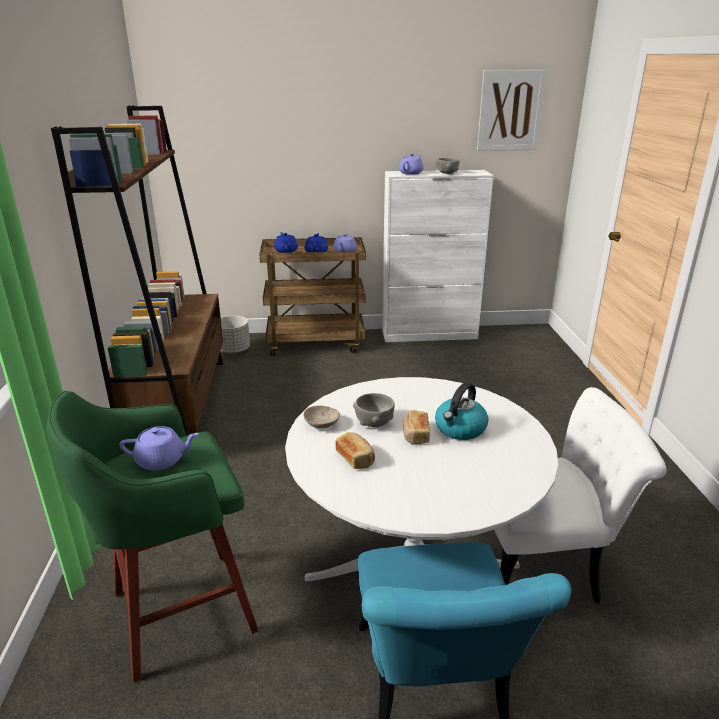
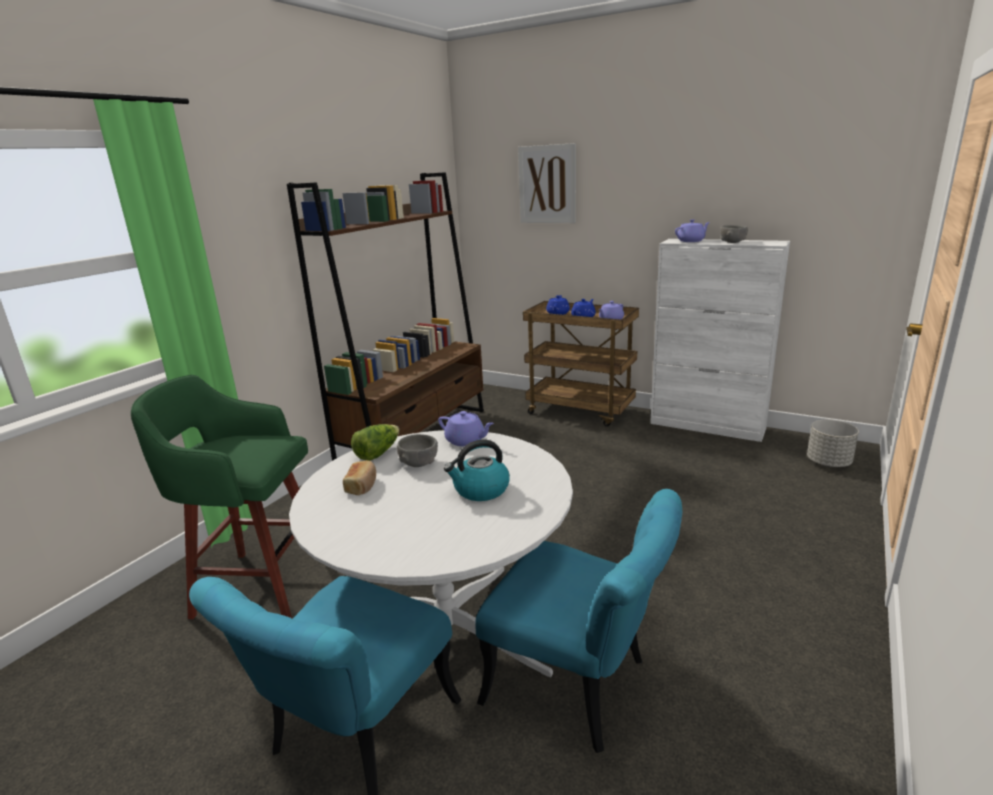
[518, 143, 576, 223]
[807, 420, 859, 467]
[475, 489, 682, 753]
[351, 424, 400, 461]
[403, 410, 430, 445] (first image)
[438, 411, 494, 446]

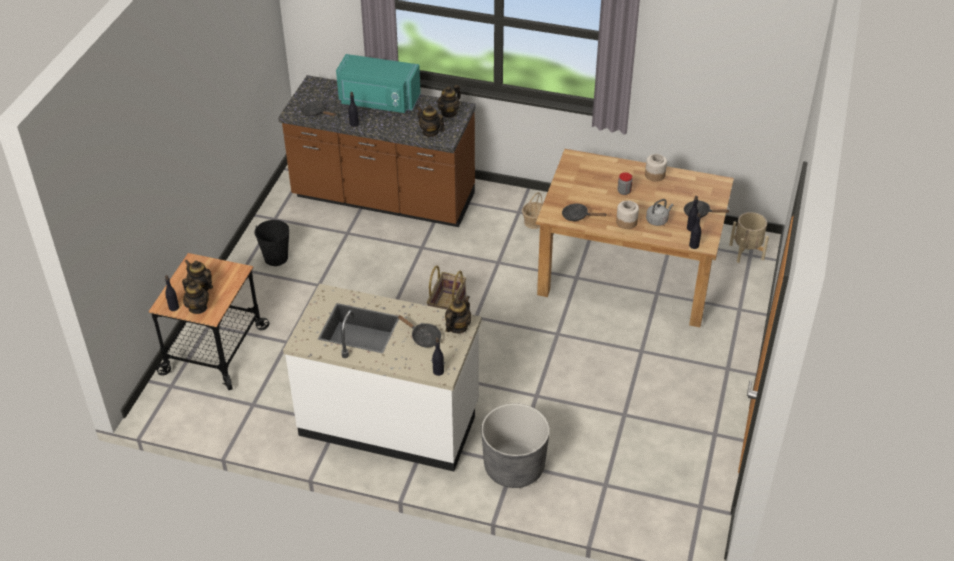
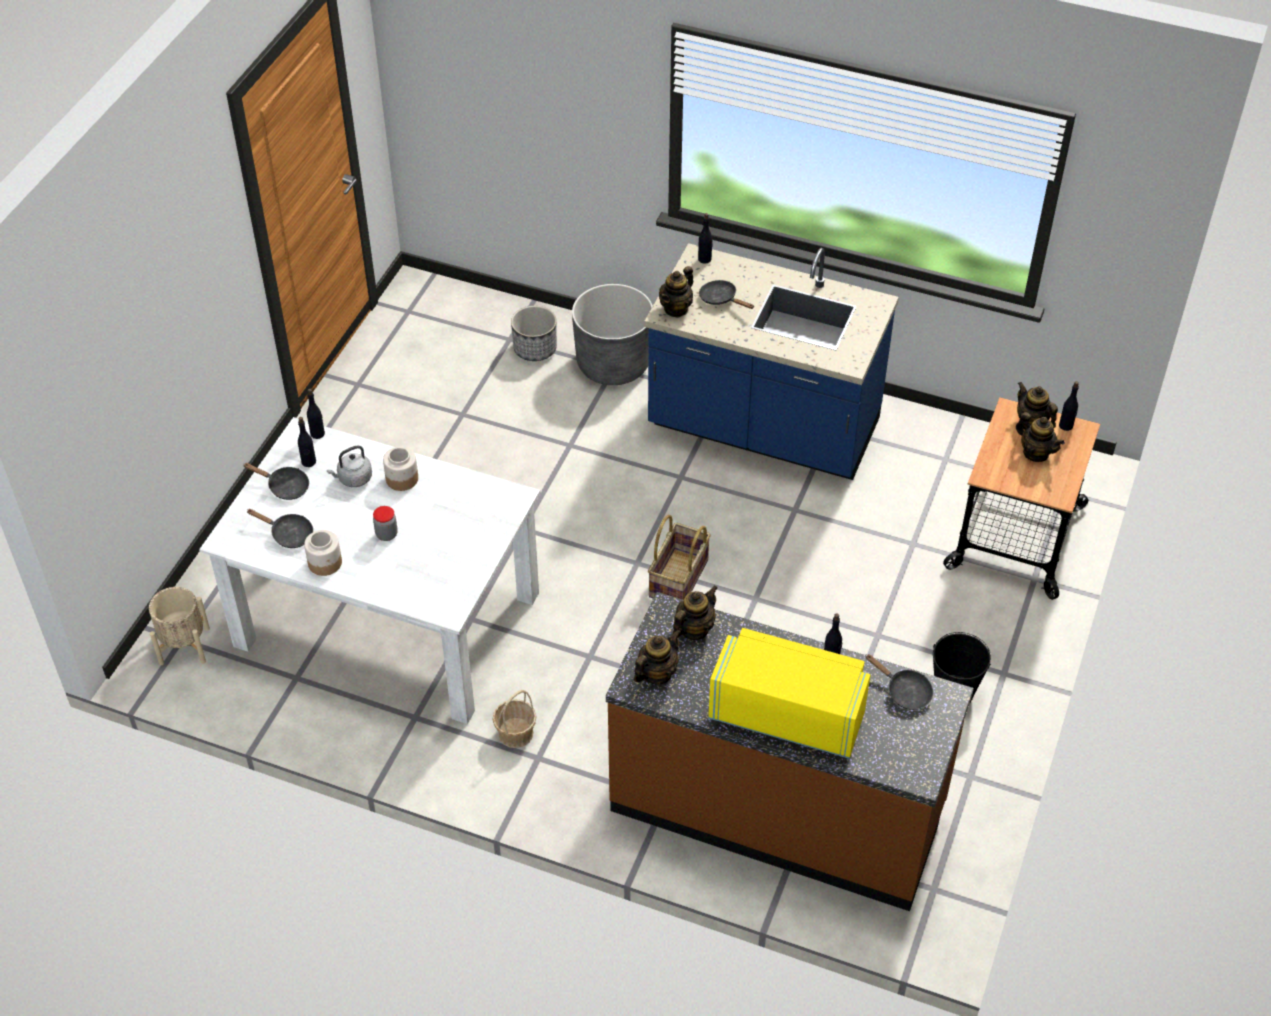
[708, 628, 871, 759]
[672, 586, 718, 640]
[199, 417, 541, 724]
[247, 509, 313, 548]
[644, 243, 899, 480]
[511, 306, 557, 361]

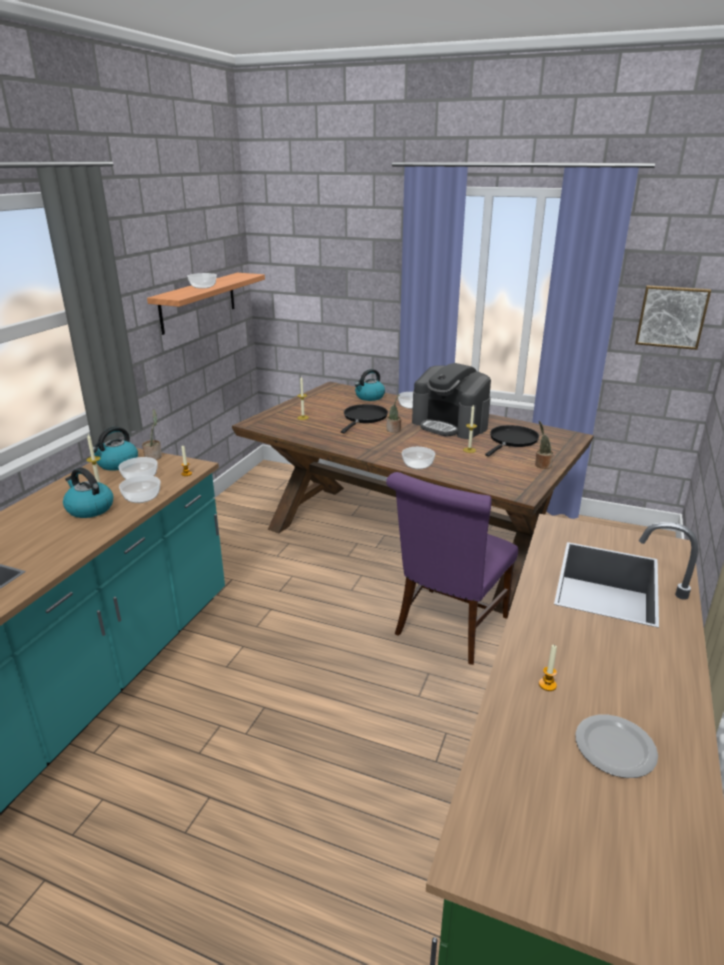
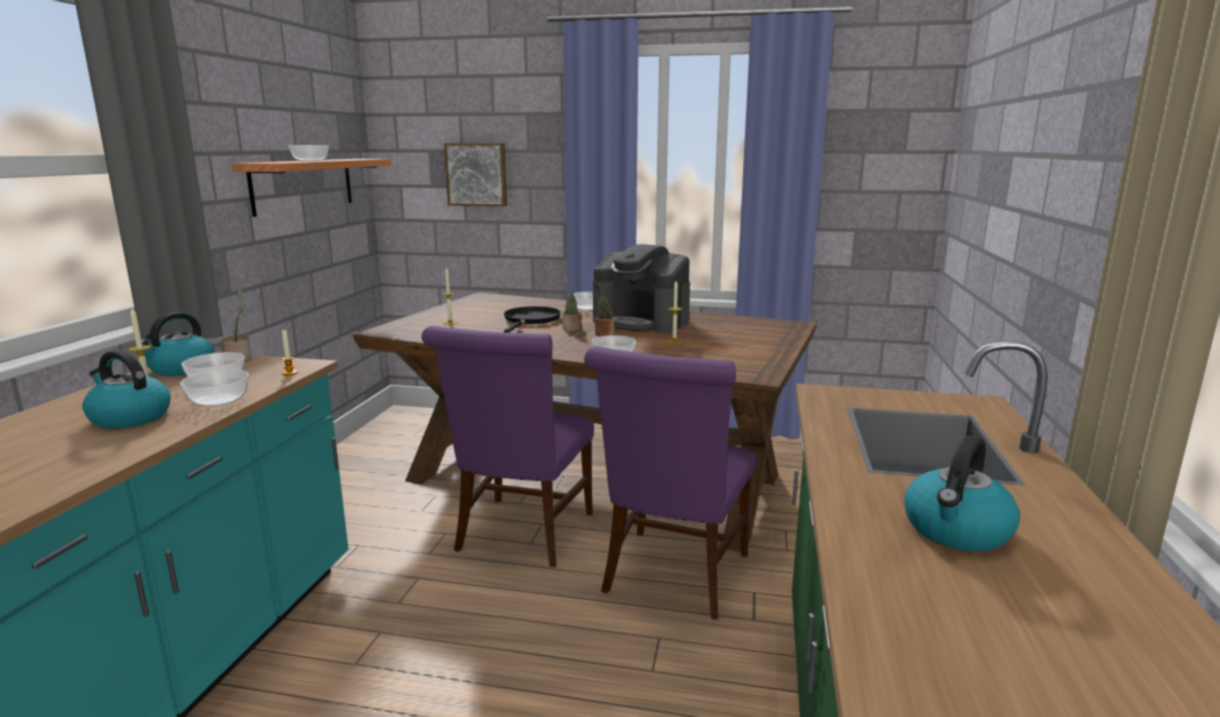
[444, 143, 507, 206]
[904, 435, 1020, 551]
[593, 280, 614, 337]
[485, 425, 539, 457] (first image)
[539, 644, 557, 691] (first image)
[575, 714, 658, 778] (first image)
[421, 326, 594, 567]

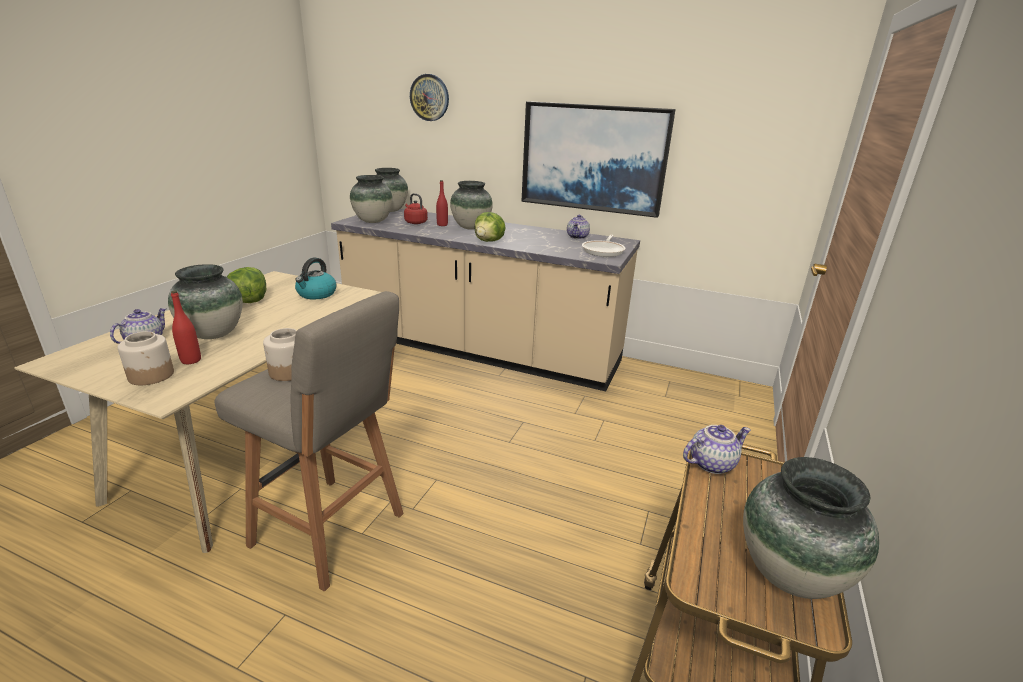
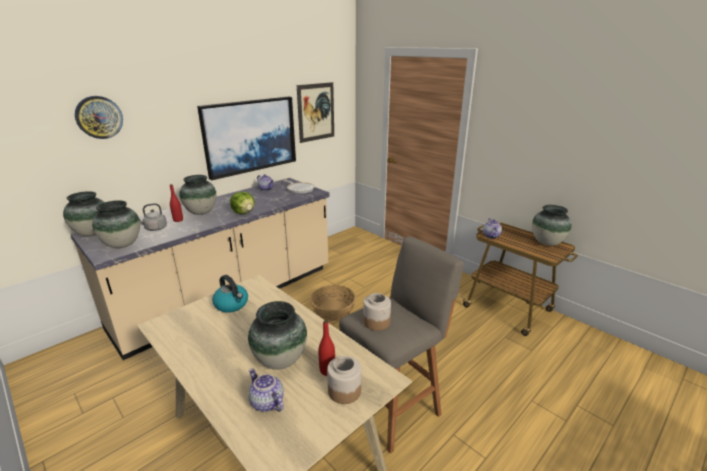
[139, 203, 167, 231]
[227, 267, 266, 303] (first image)
[297, 82, 334, 143]
[310, 285, 356, 321]

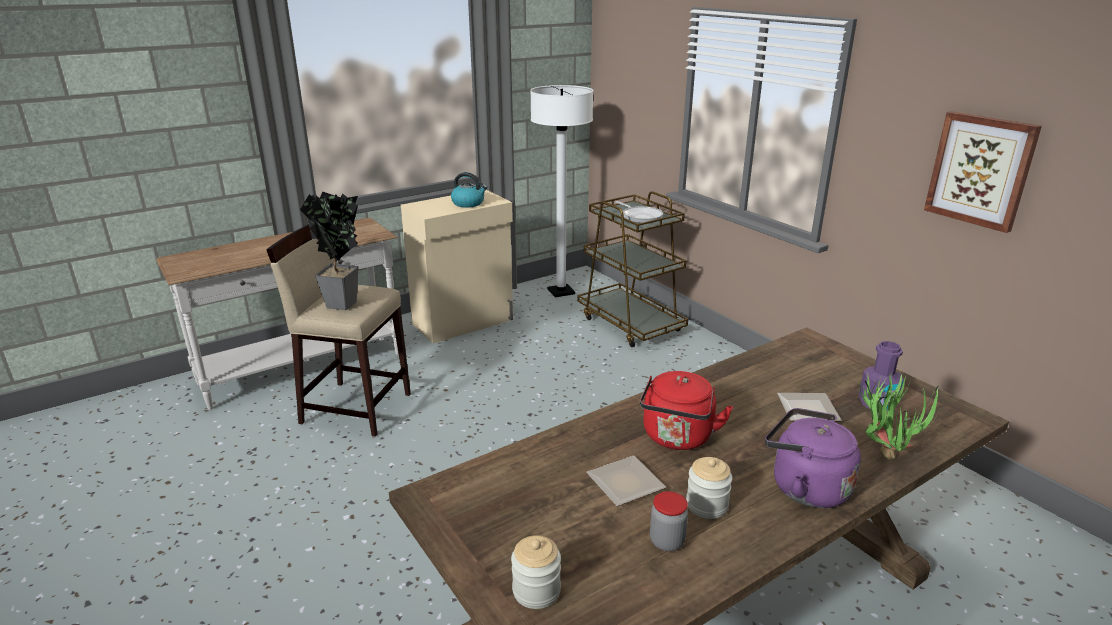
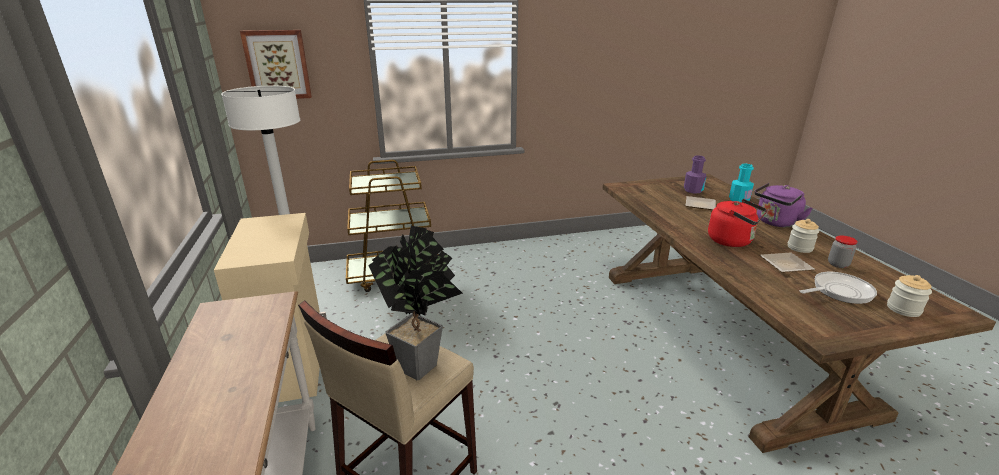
[240, 30, 312, 99]
[451, 172, 487, 208] (first image)
[800, 272, 877, 304]
[729, 164, 754, 202]

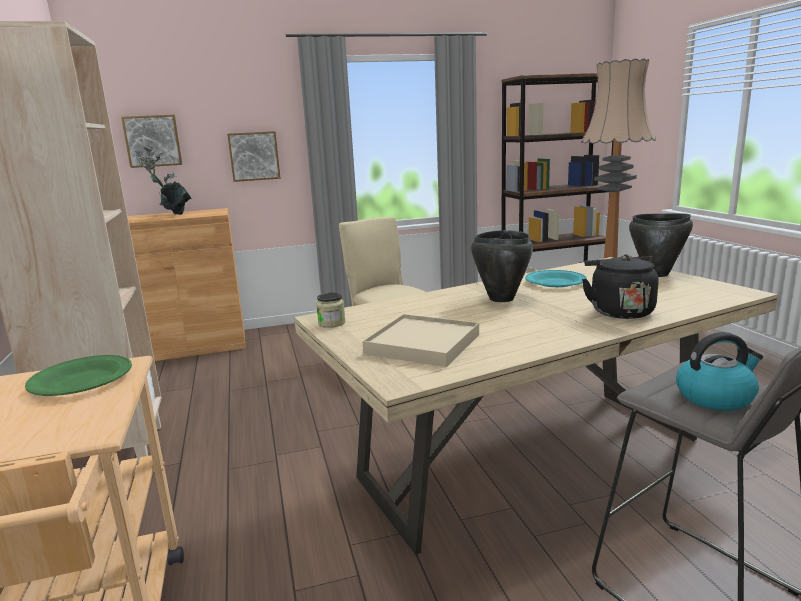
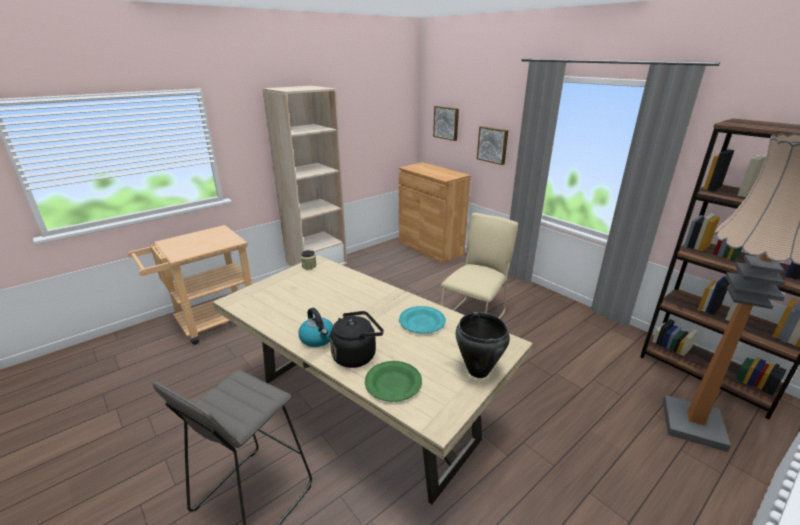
[135, 143, 191, 215] (first image)
[471, 230, 533, 302] (first image)
[362, 314, 479, 367] (first image)
[298, 308, 333, 347]
[365, 361, 422, 402]

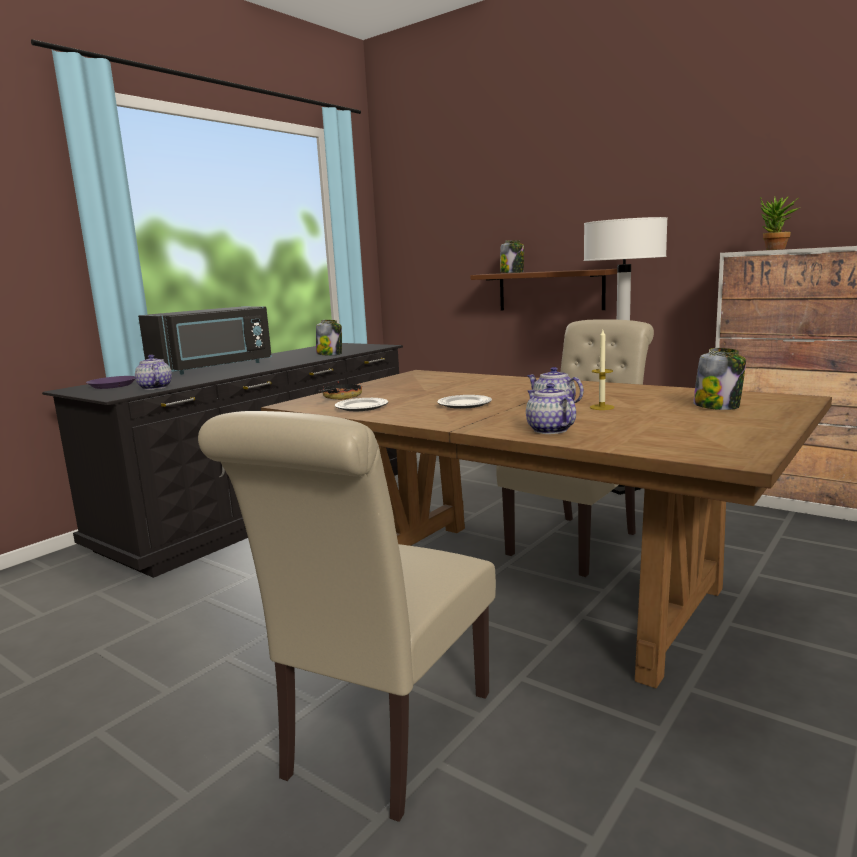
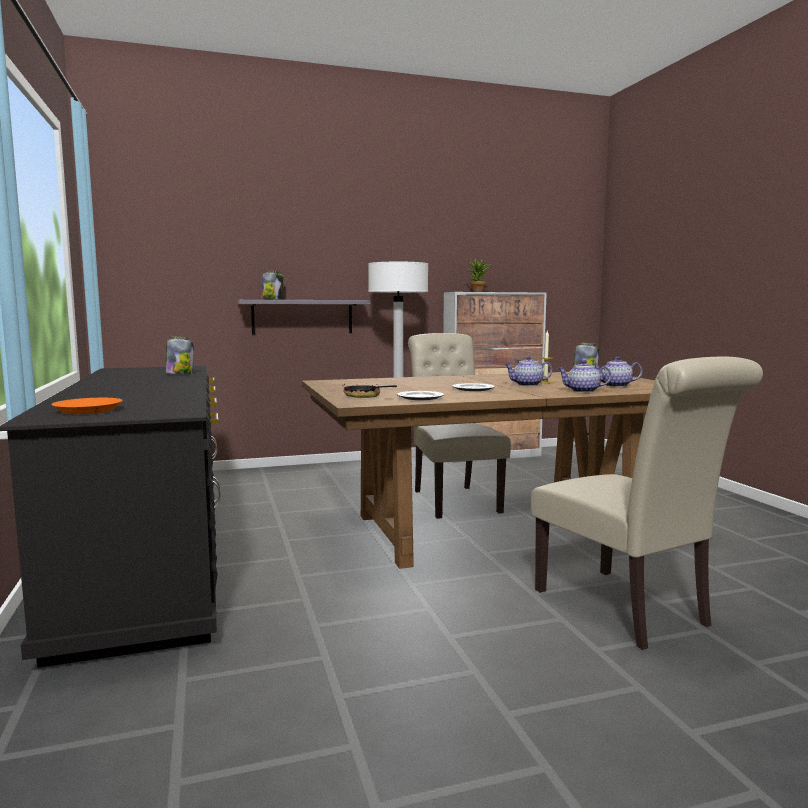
[238, 300, 370, 334]
[138, 306, 272, 375] (first image)
[592, 357, 642, 387]
[51, 398, 123, 414]

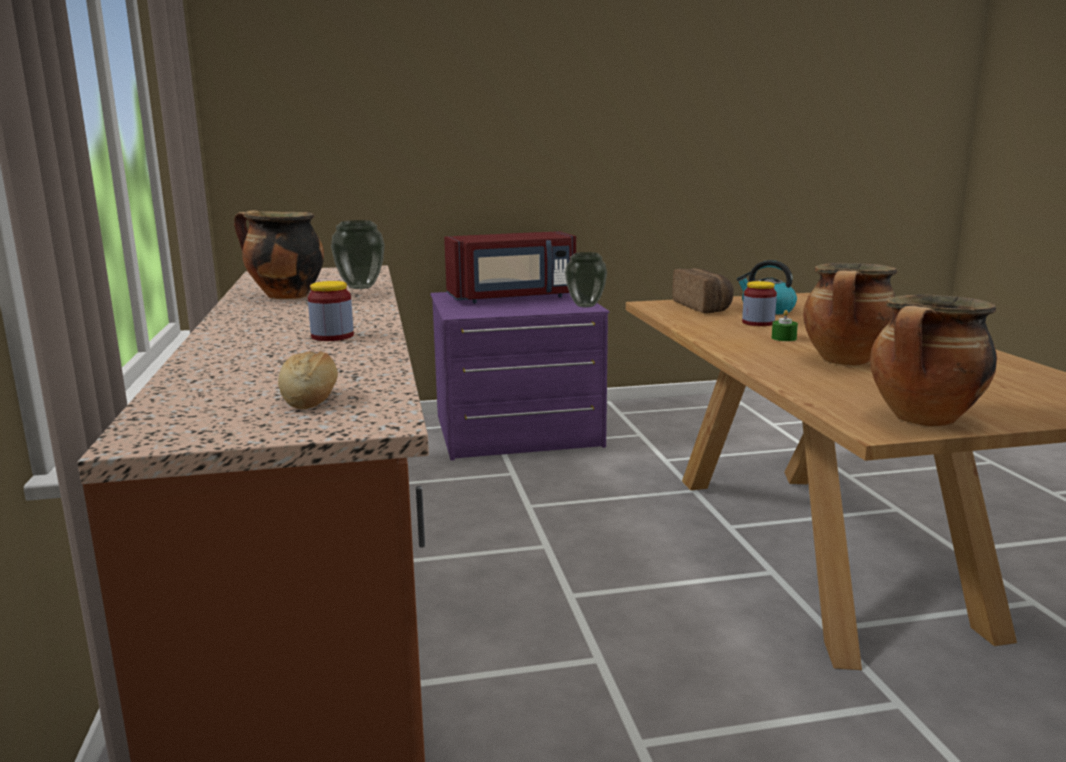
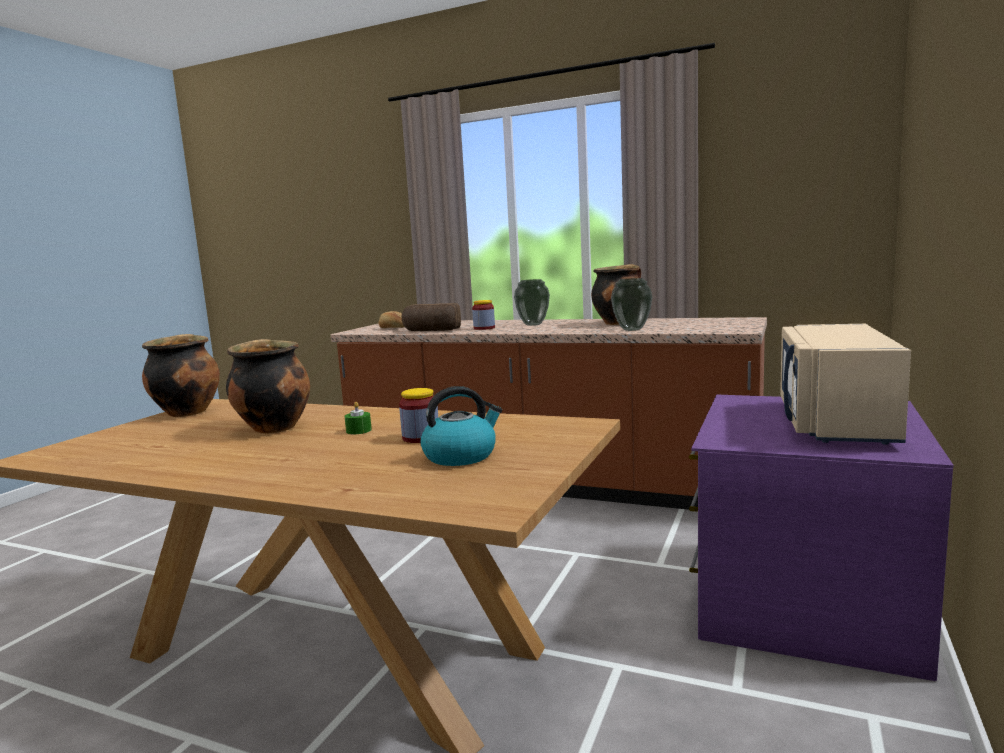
[780, 324, 911, 445]
[514, 279, 550, 326]
[402, 303, 461, 331]

